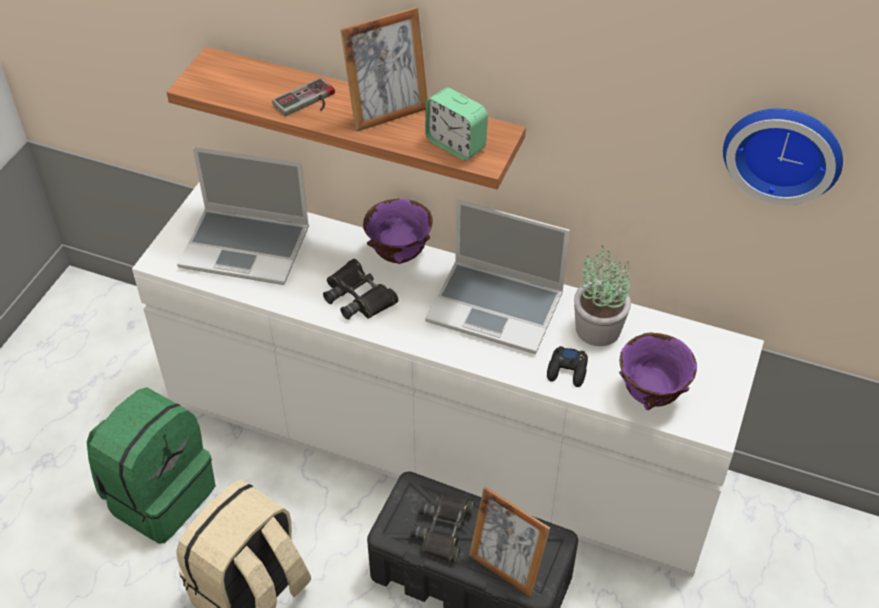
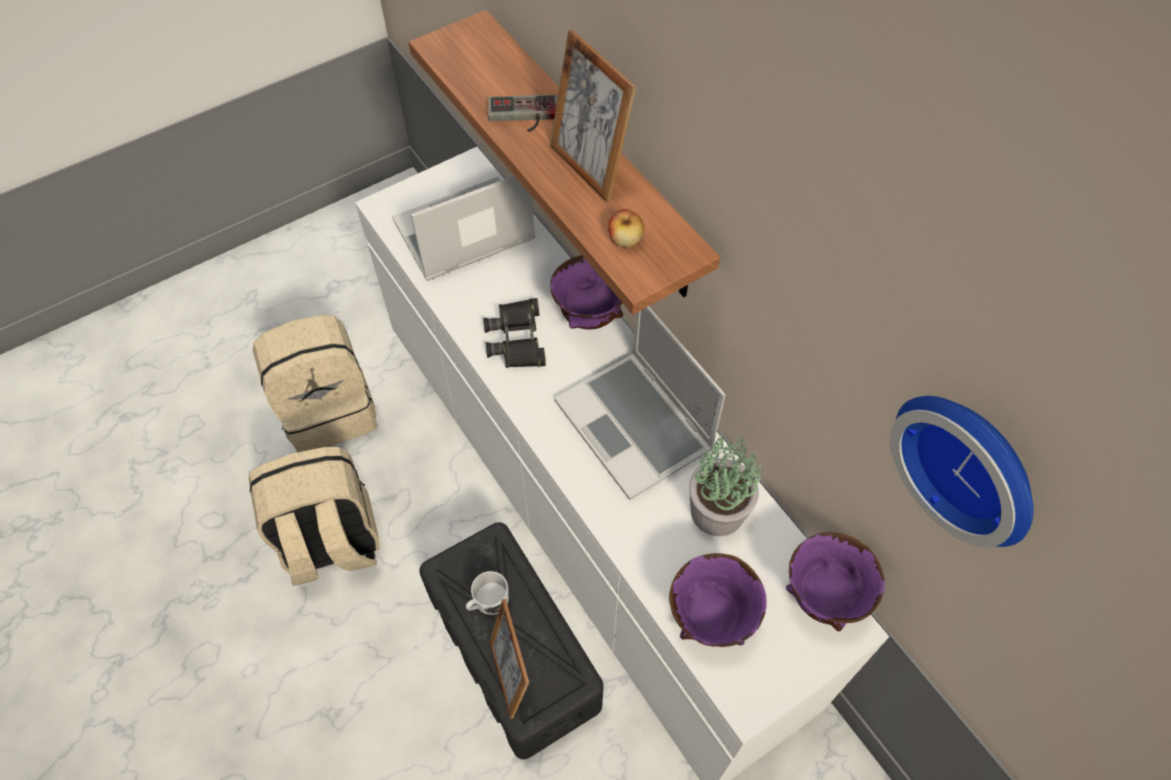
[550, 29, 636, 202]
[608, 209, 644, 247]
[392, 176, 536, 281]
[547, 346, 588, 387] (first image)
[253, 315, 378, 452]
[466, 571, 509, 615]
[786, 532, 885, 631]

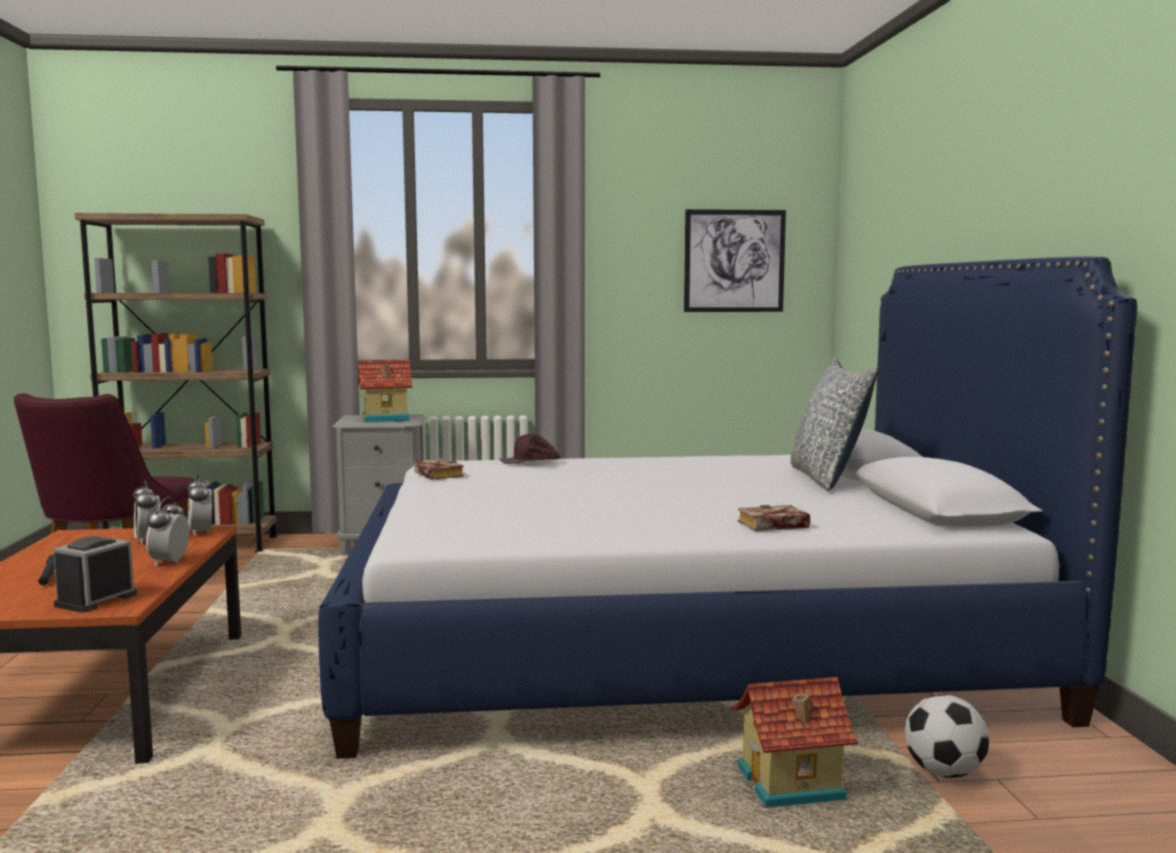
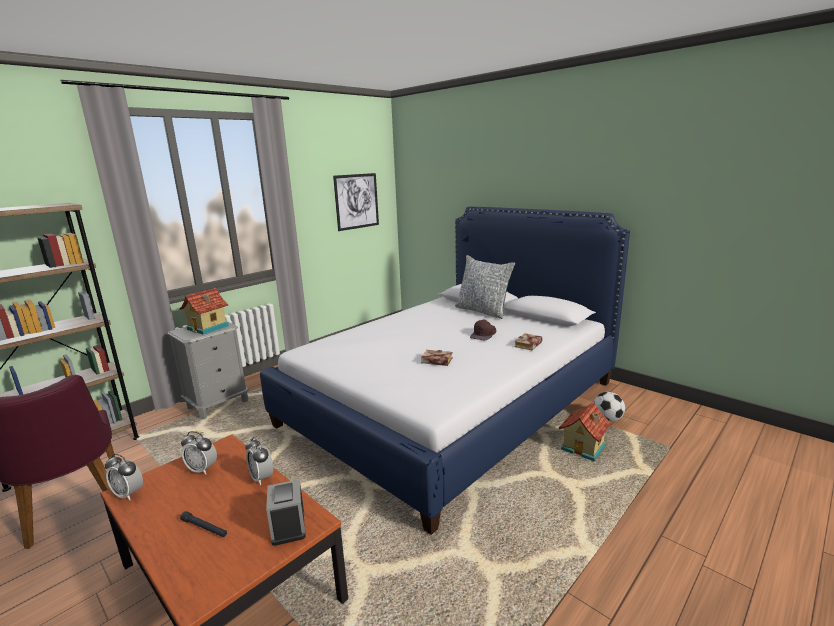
[470, 319, 497, 340]
[421, 350, 453, 366]
[105, 454, 143, 500]

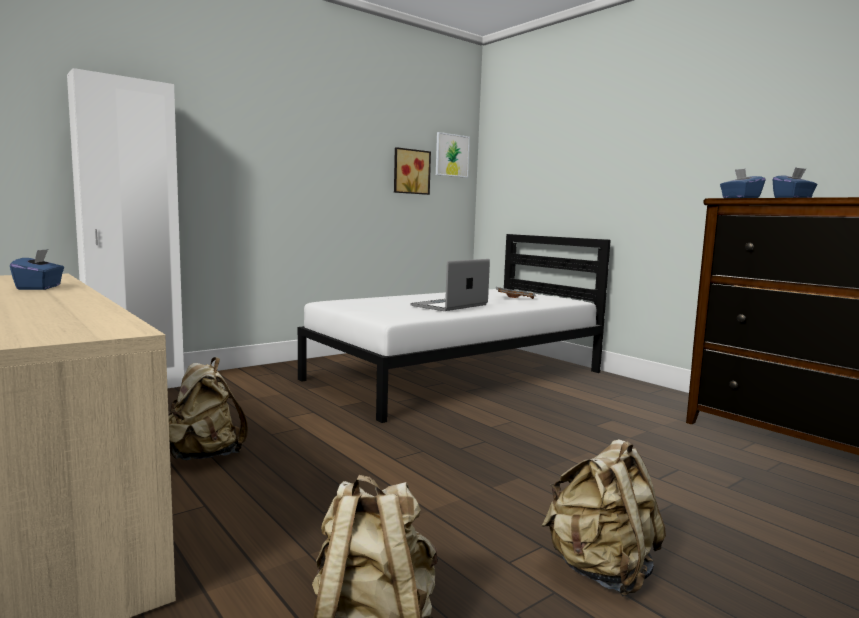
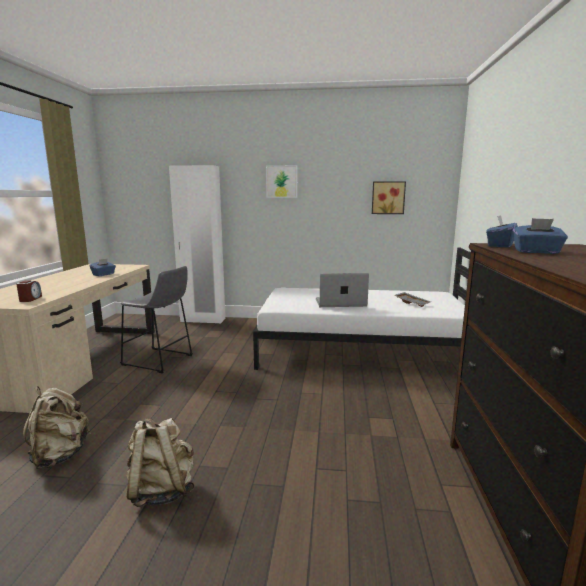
[266, 165, 297, 198]
[120, 266, 193, 374]
[16, 280, 42, 302]

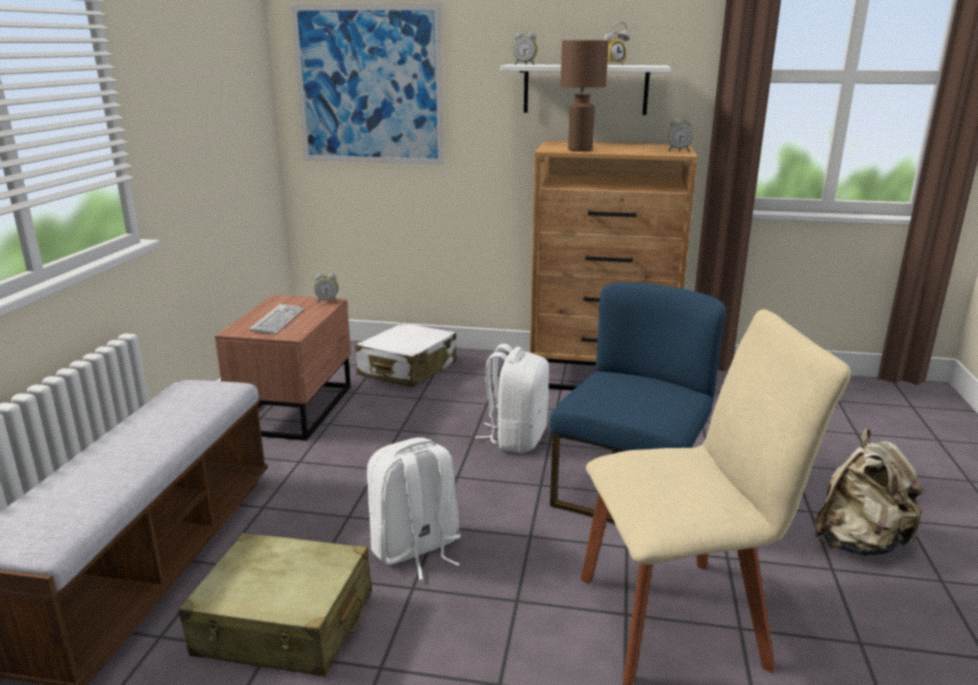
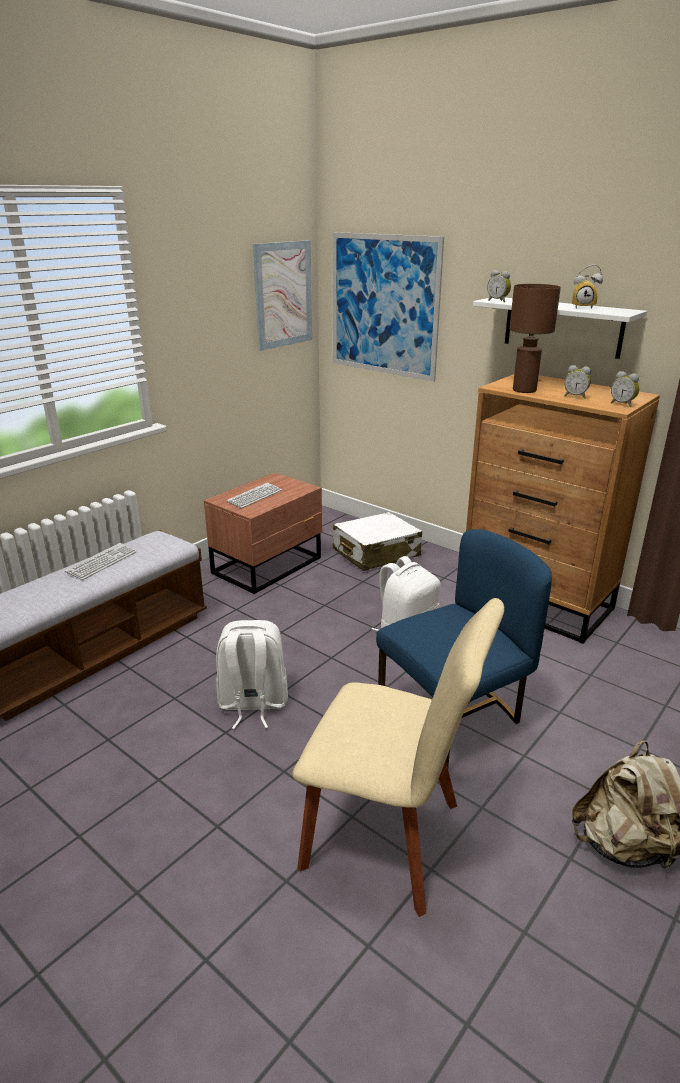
[564, 365, 591, 399]
[178, 533, 372, 677] (first image)
[253, 240, 312, 351]
[65, 543, 137, 580]

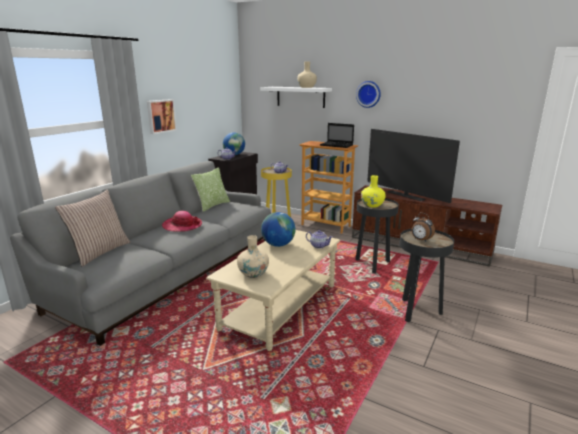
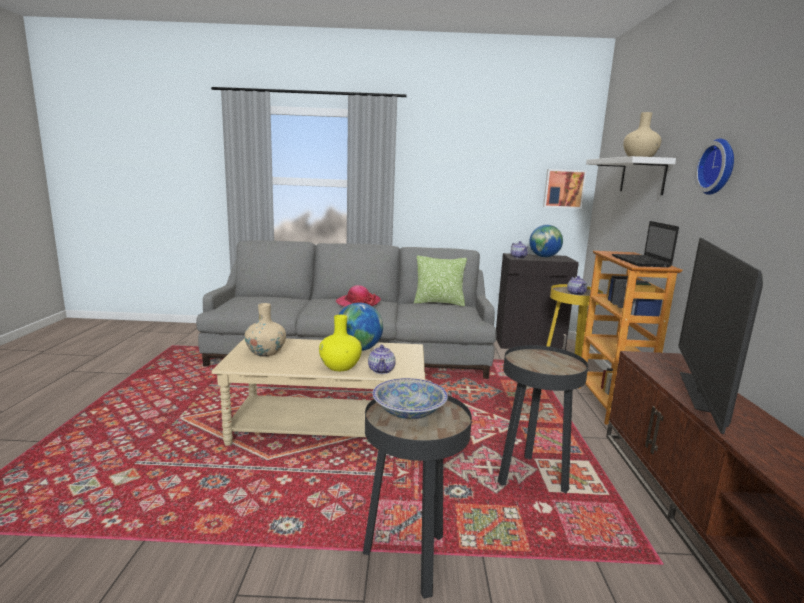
[543, 169, 587, 209]
[319, 315, 362, 371]
[55, 189, 130, 266] (first image)
[372, 378, 448, 419]

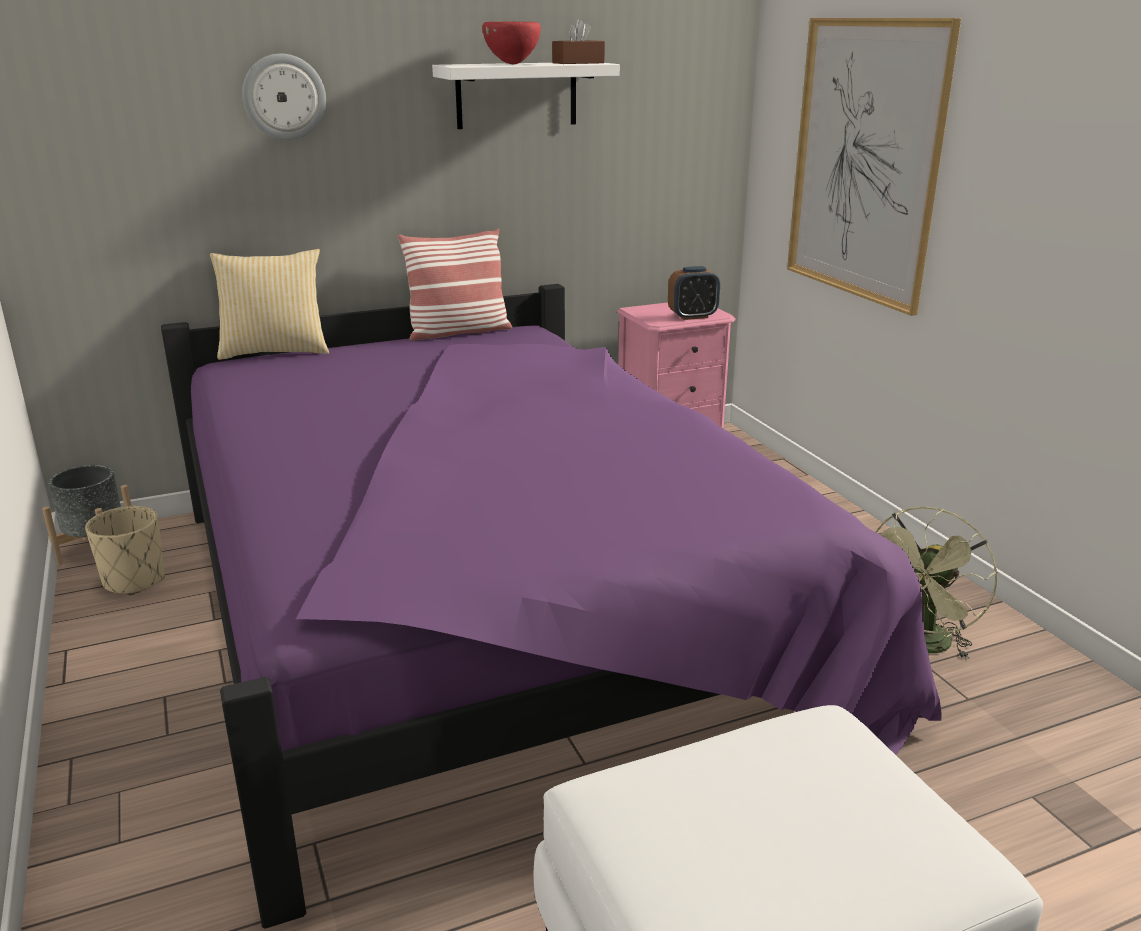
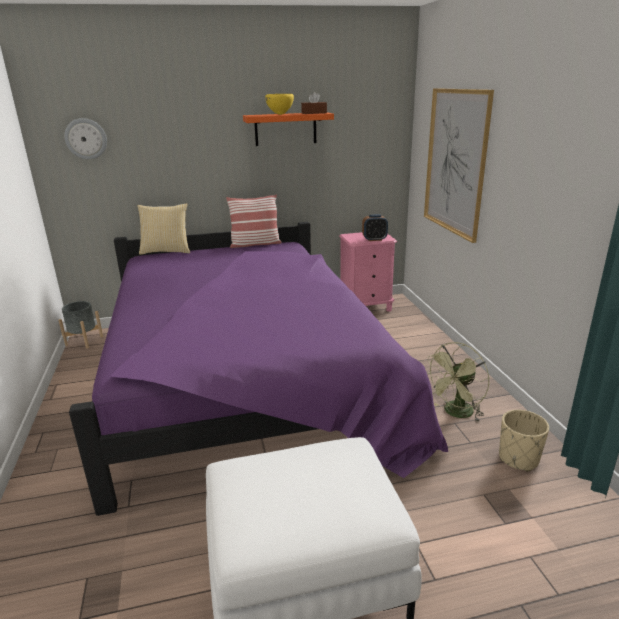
[265, 94, 294, 115]
[64, 118, 107, 160]
[243, 112, 334, 146]
[499, 410, 549, 472]

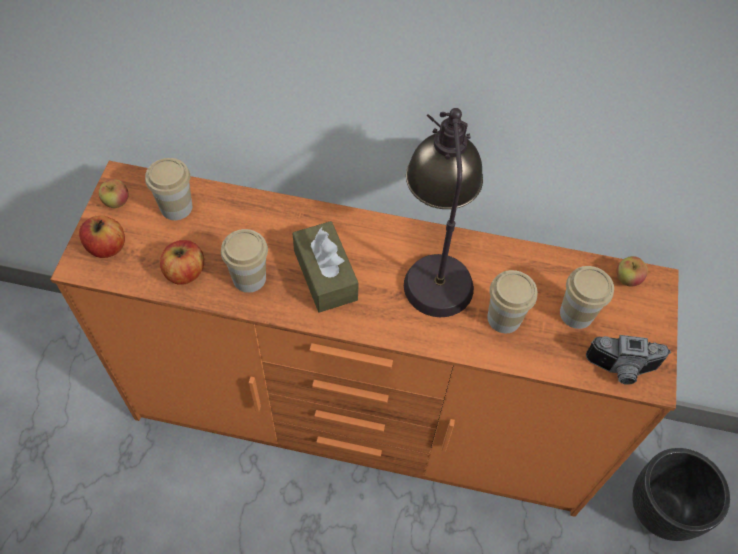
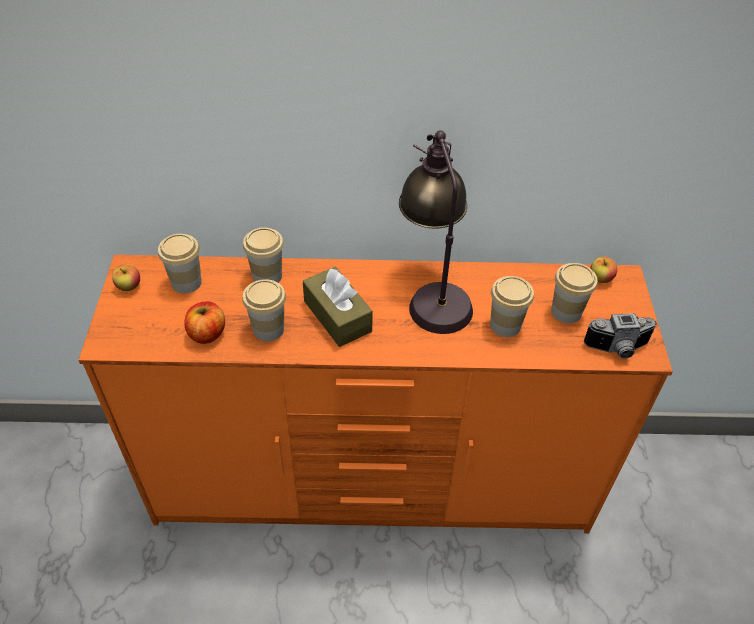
[79, 215, 125, 258] (first image)
[632, 448, 730, 541] (first image)
[243, 227, 284, 283]

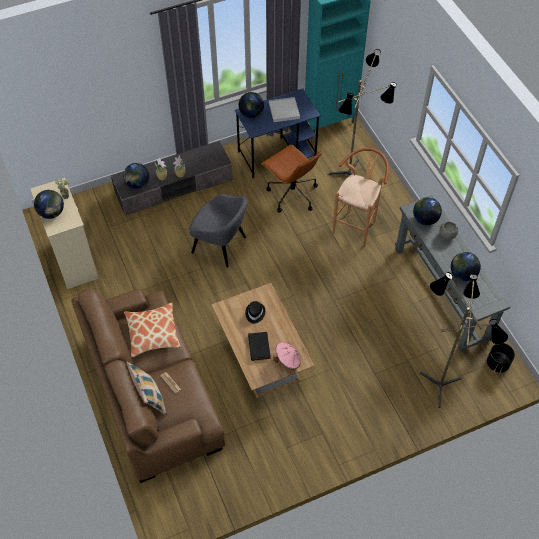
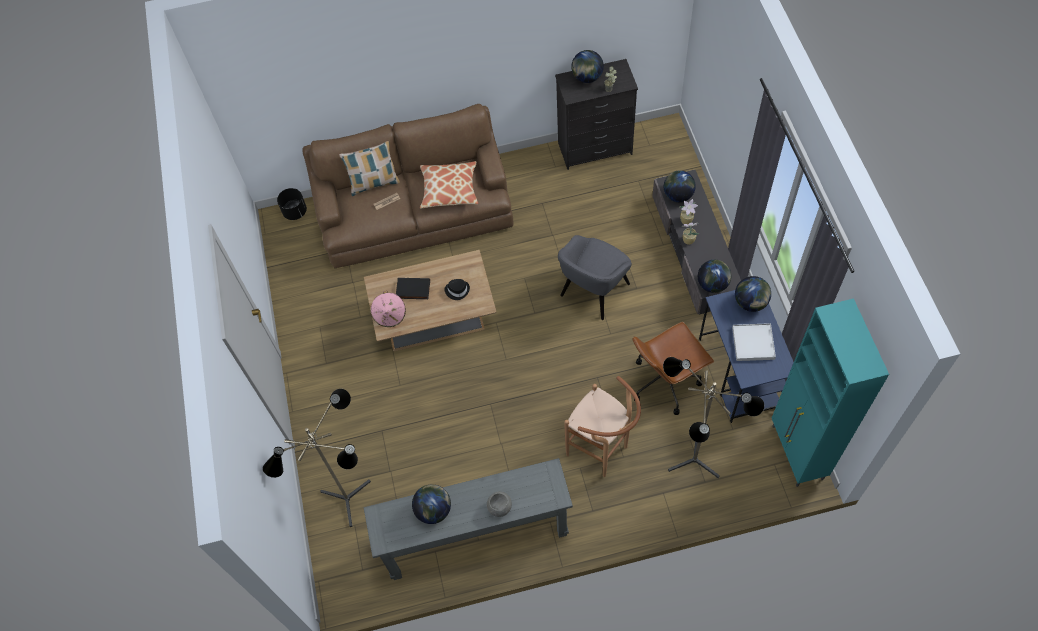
[555, 59, 638, 170]
[698, 260, 731, 293]
[277, 188, 307, 220]

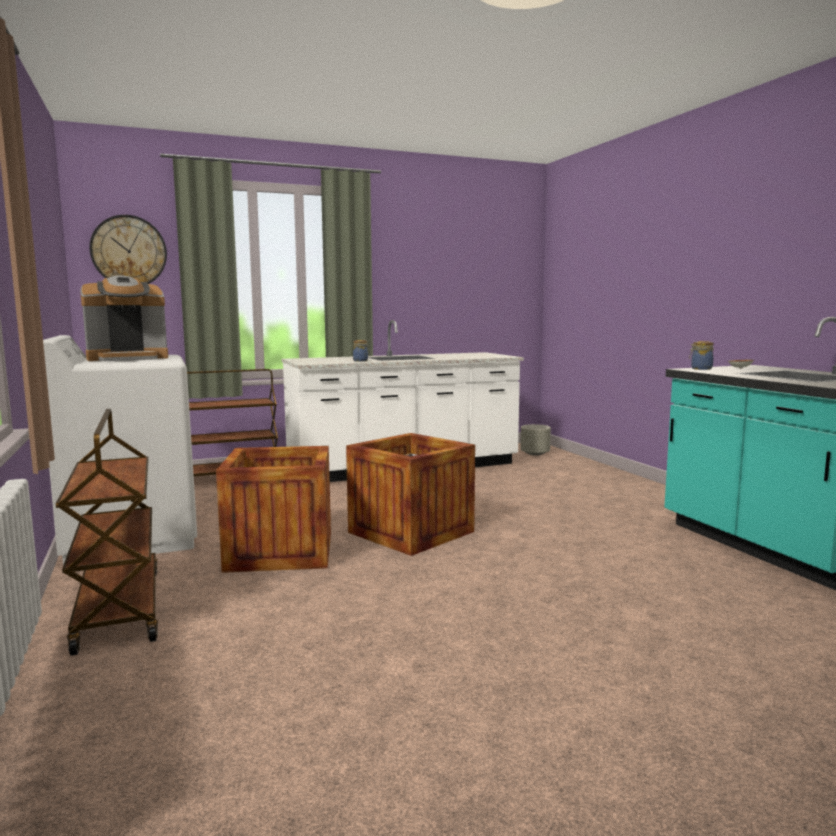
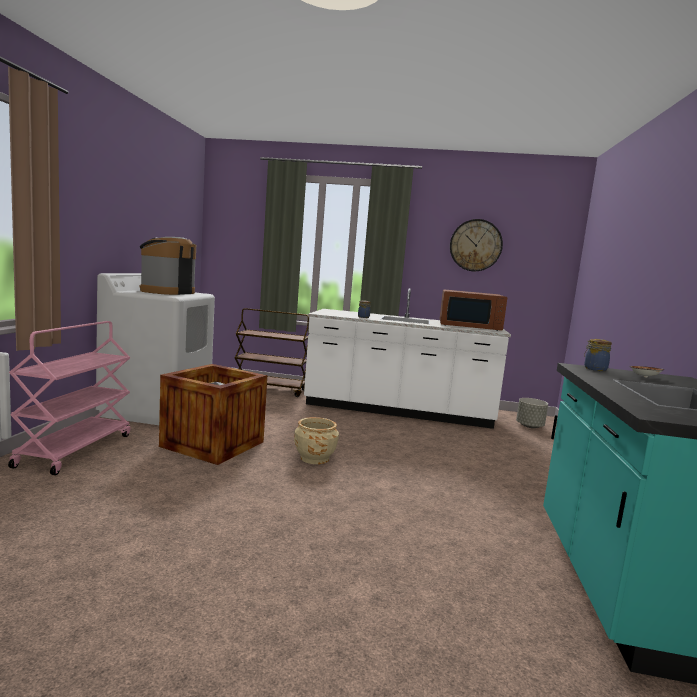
[450, 219, 503, 271]
[139, 237, 196, 295]
[8, 321, 130, 475]
[294, 417, 339, 464]
[440, 289, 507, 331]

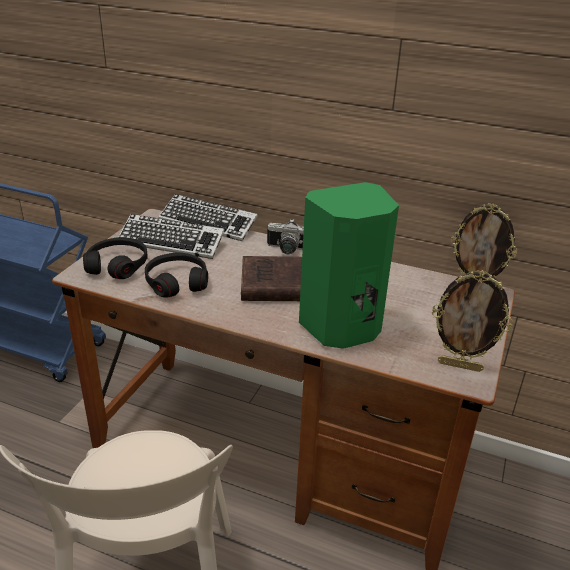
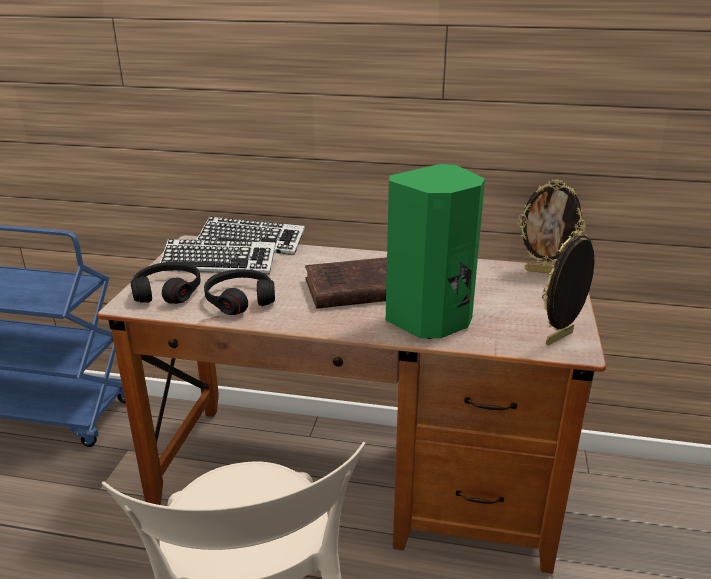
[267, 219, 304, 254] (first image)
[542, 230, 594, 346]

